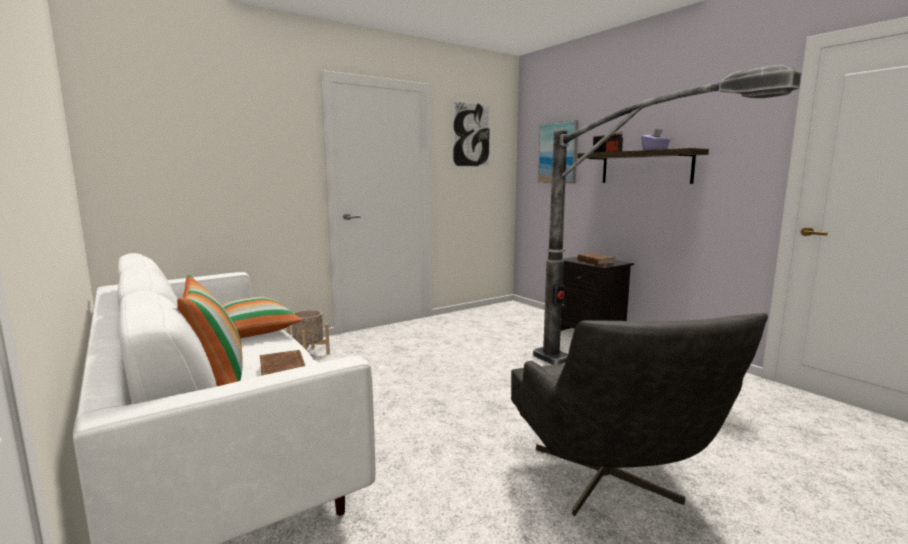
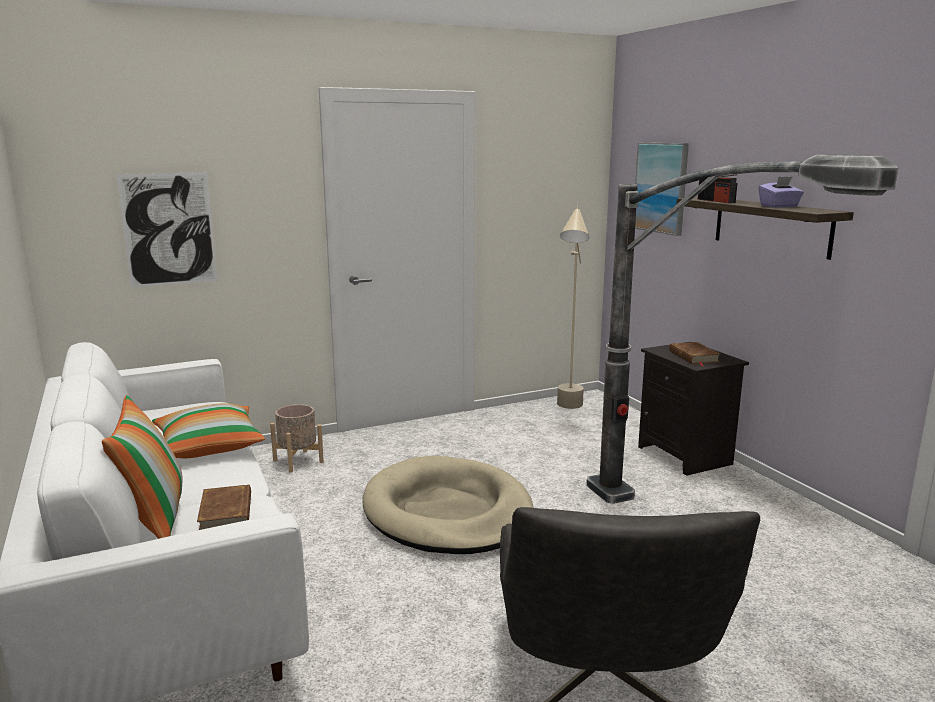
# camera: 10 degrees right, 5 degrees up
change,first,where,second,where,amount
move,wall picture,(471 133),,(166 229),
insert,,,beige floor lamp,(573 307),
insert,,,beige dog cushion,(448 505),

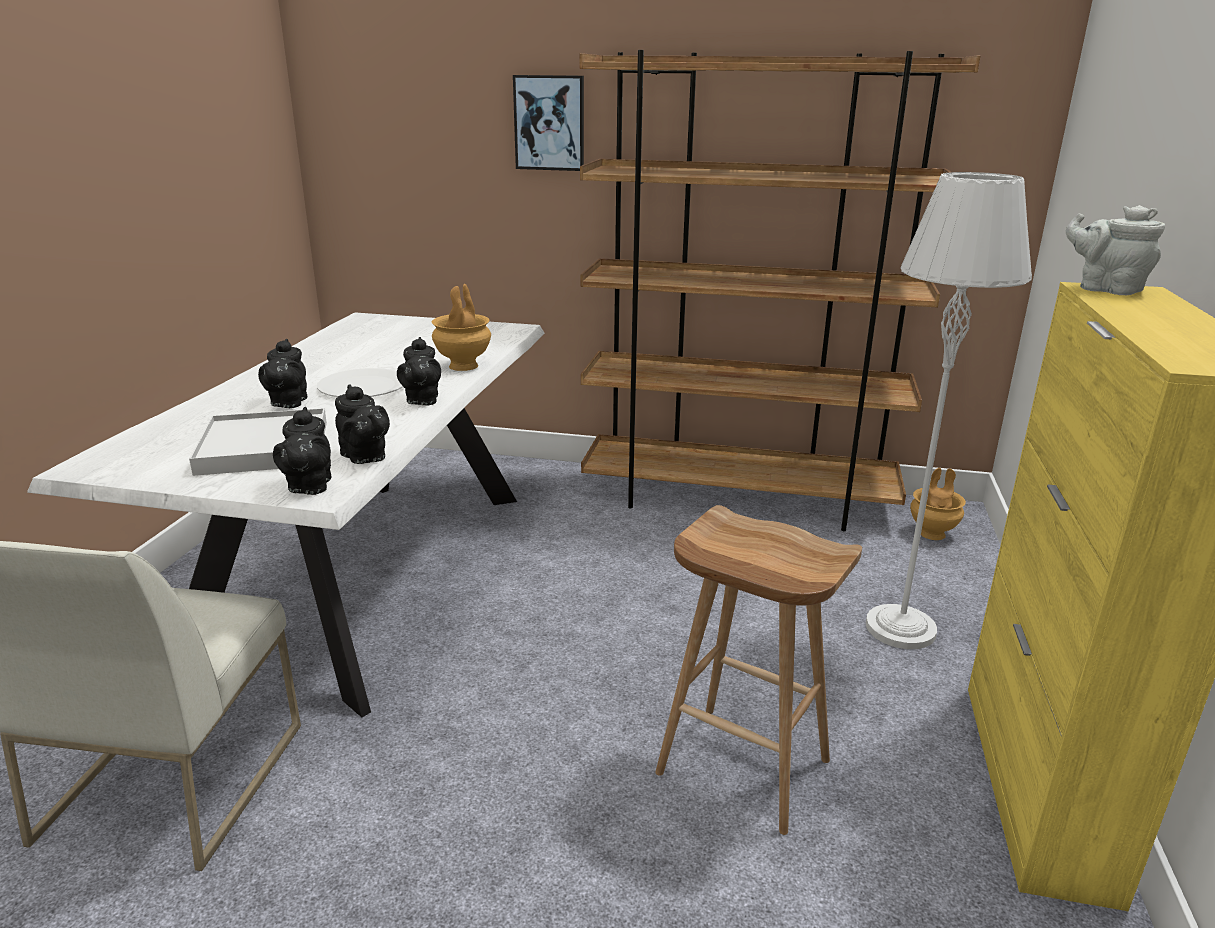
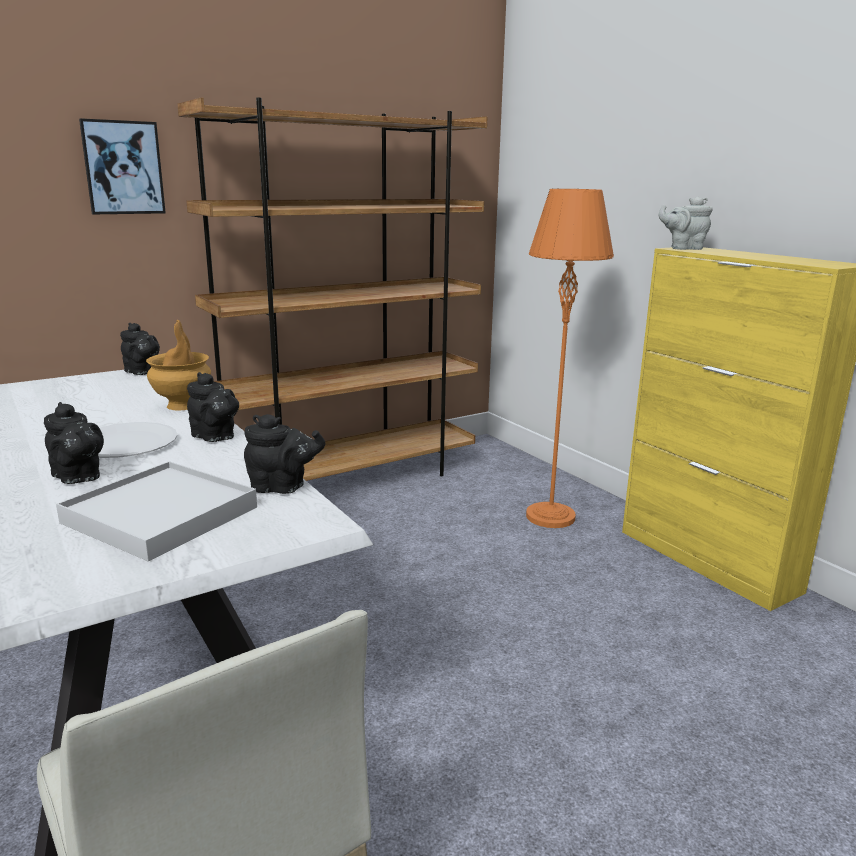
# camera: 45 degrees left, 5 degrees down
change,first,where,second,where,amount
recolor,grey floor lamp,(949 410),orange floor lamp,(570 358),
move,black-coloured tea pot,(302 451),,(140 349),
delete,brown-coloured vase,(938 504),,,
delete,brown-coloured stool seat,(758 670),,,

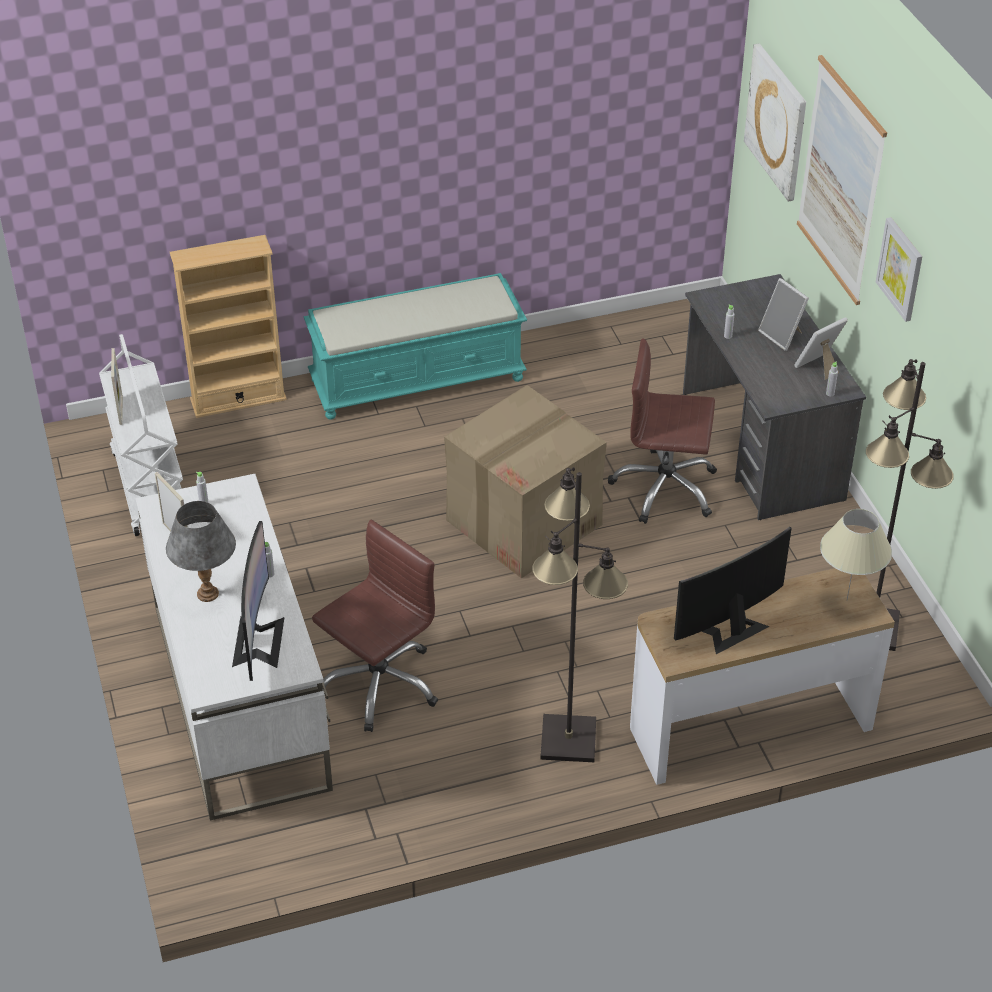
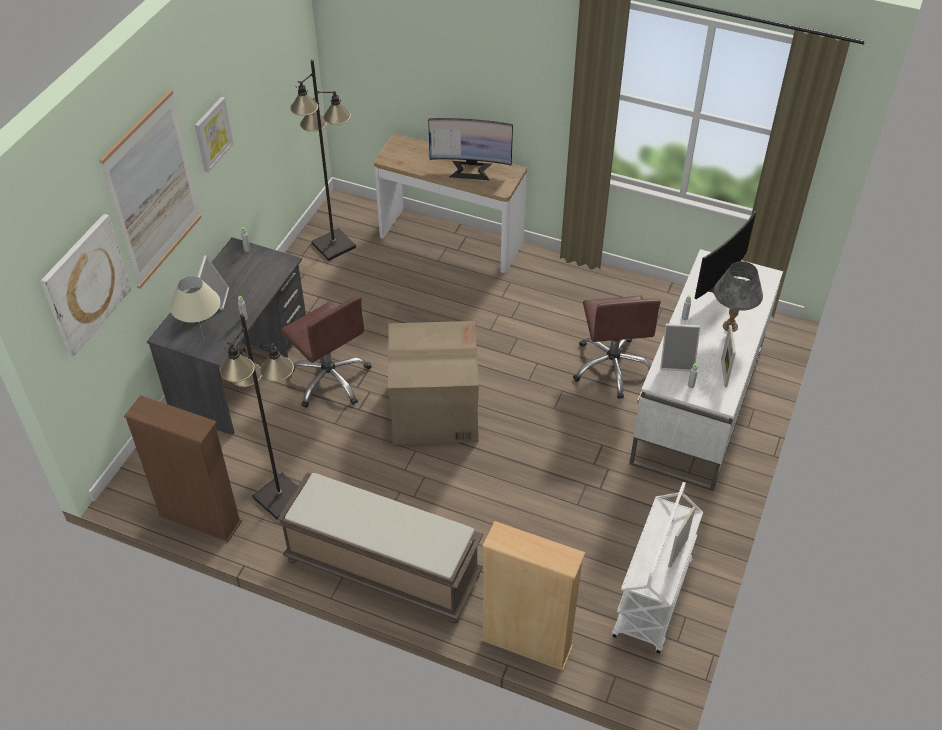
# camera: 140 degrees left, 5 degrees up
change,first,where,second,where,amount
recolor,turquoise indoor bench,(415 346),brown-coloured indoor bench,(379 548),
move,picture frame,(821 348),,(680 348),
move,black-coloured floor lamp,(580 614),,(259 416),
move,beige table lamp,(856 554),,(195 307),
rotate,brown-coloured office chair,(375 626),,(617 347),90 degrees counterclockwise
insert,,,brown-coloured shelving unit,(183 468),

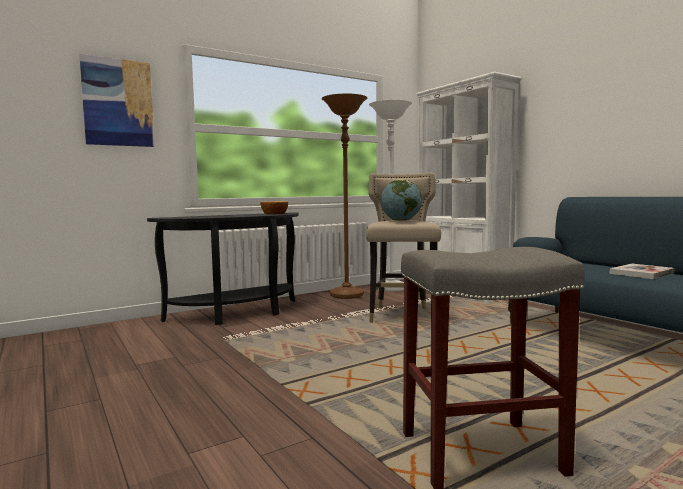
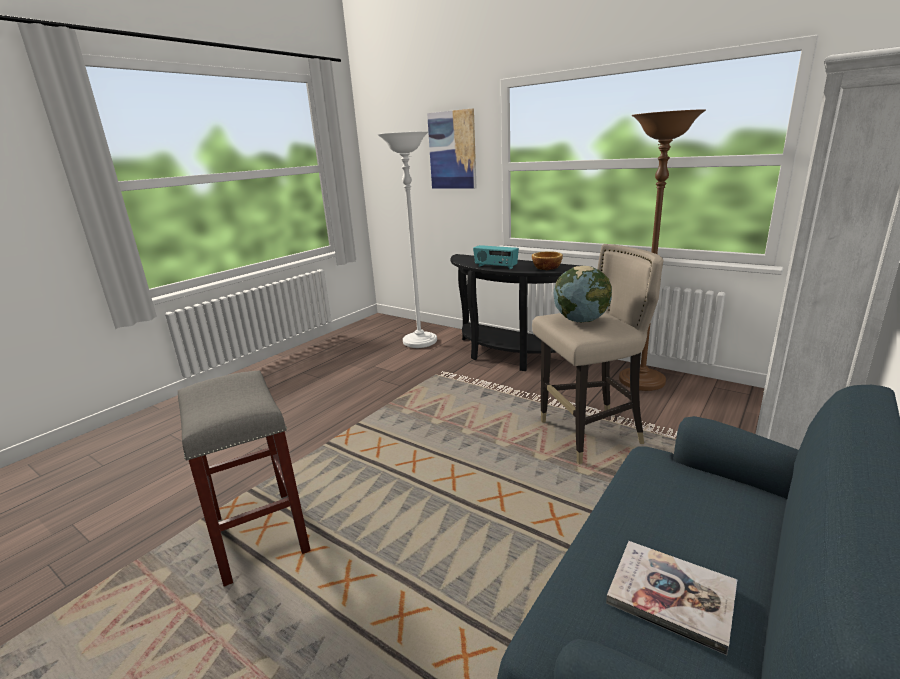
# camera: 70 degrees right, 15 degrees up
change,first,where,second,where,amount
move,white-coloured floor lamp,(390 195),,(407 239),
insert,,,radio set,(496 257),

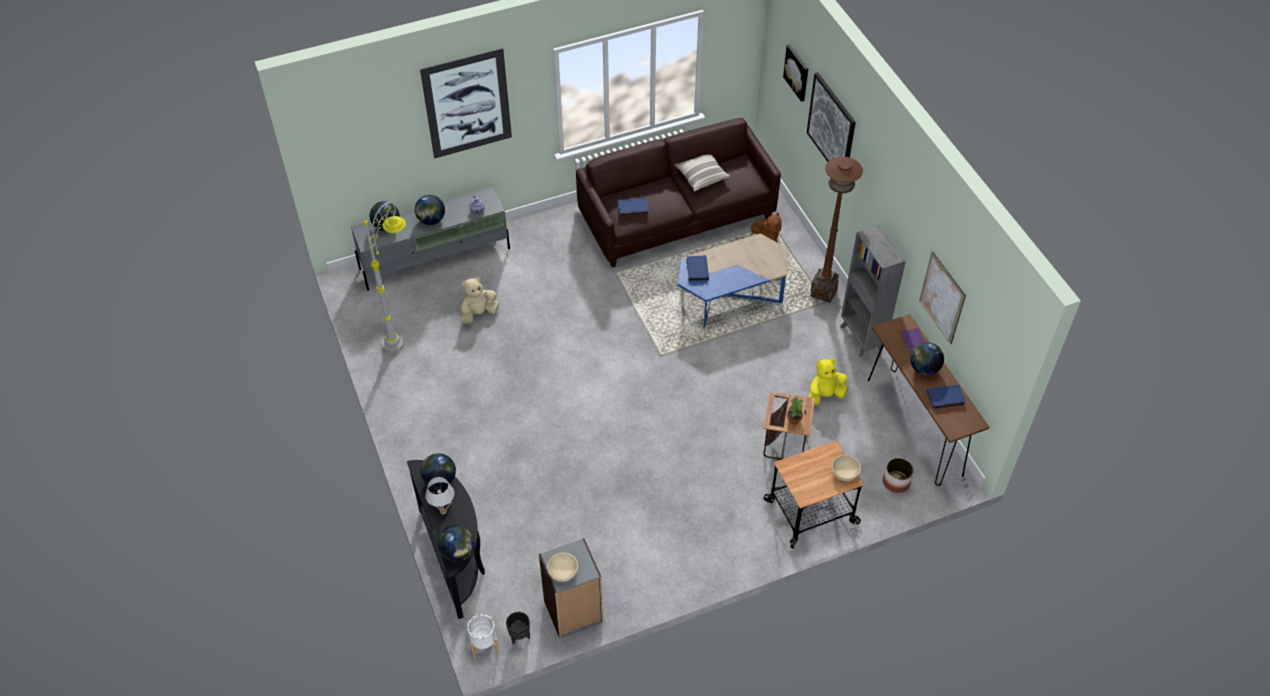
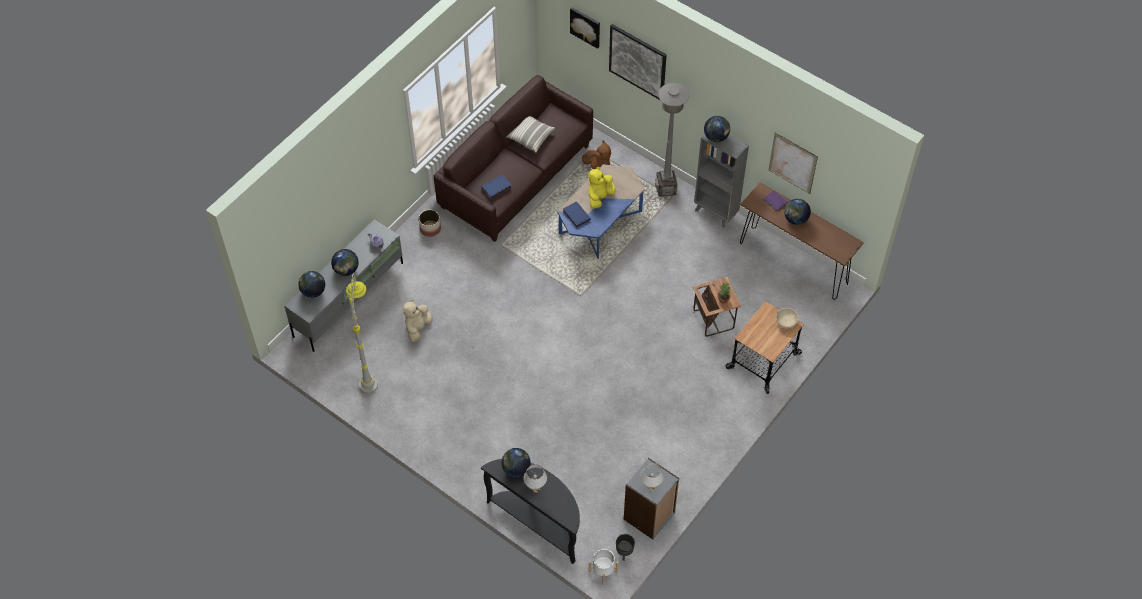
# camera: 30 degrees left, 5 degrees up
change,first,where,second,where,amount
delete,wall picture,(466 103),,,
recolor,brown-coloured floor lamp,(837 229),grey floor lamp,(672 140),
move,yellowish plush toy,(828 382),,(601 188),
delete,blue-coloured book,(946 397),,,
move,flower pot,(898 475),,(430 223),
move,world globe,(456 543),,(717 129),
replace,beige deep dish,(562 567),white-coloured table lamp,(652 477),

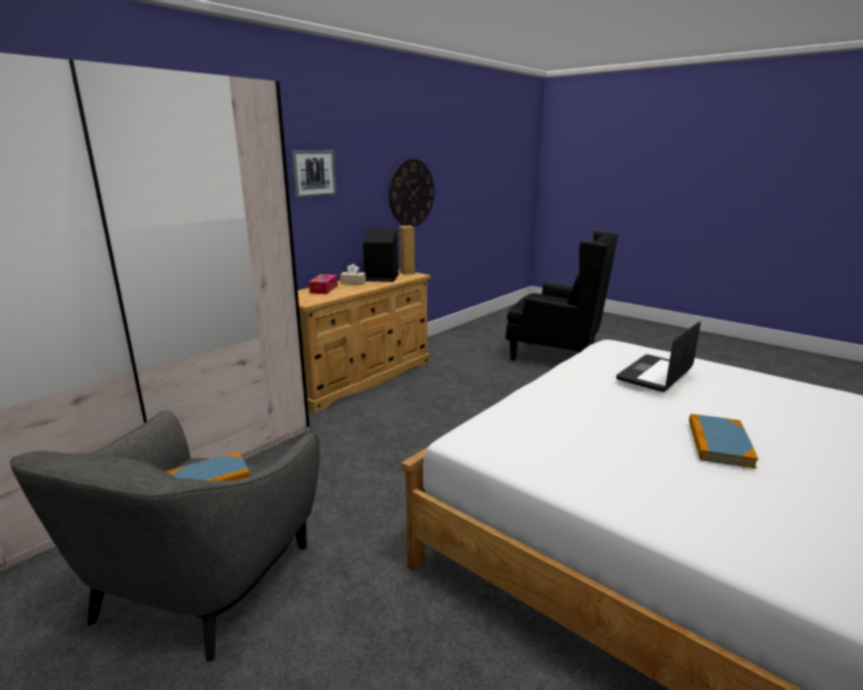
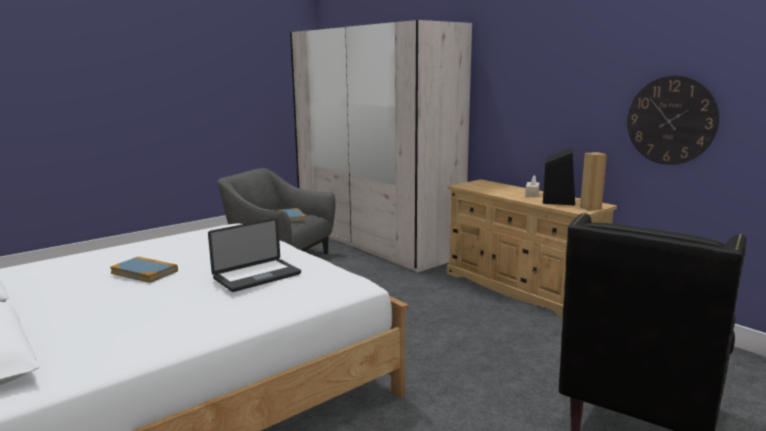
# camera: 100 degrees right, 5 degrees down
change,first,where,second,where,amount
delete,wall picture,(314 174),,,
delete,box of tissues,(323 284),,,
rotate,notebook computer,(658 356),,(254 255),90 degrees clockwise

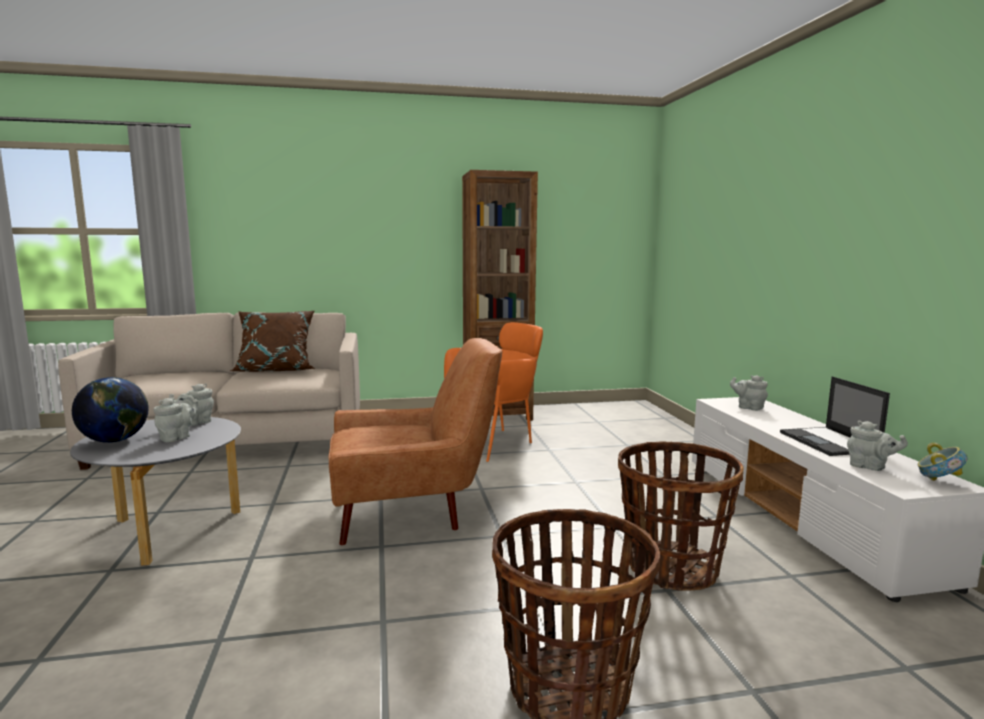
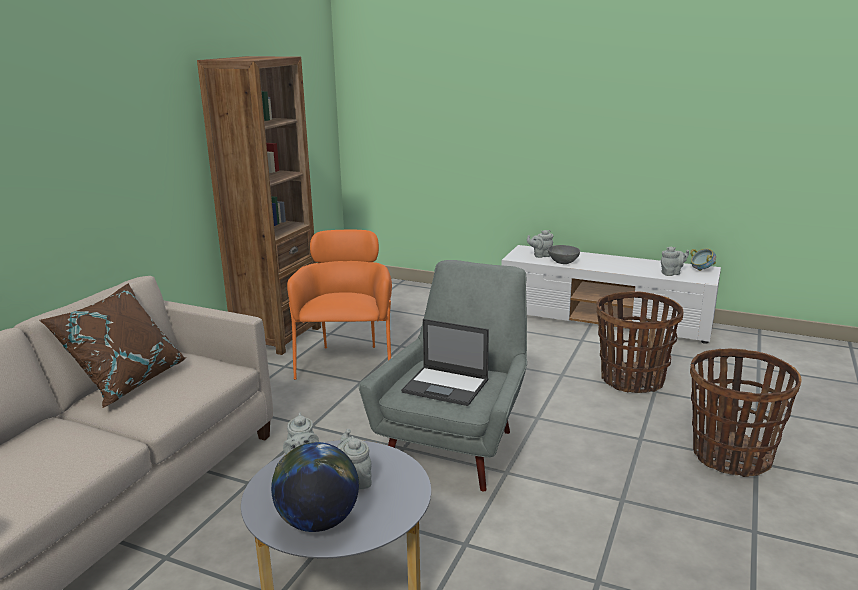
# camera: 55 degrees left, 10 degrees up
change,first,where,second,where,amount
recolor,brown-coloured lounge chair,(415 441),grey lounge chair,(442 376),
move,notebook computer,(835 416),,(445 362),
insert,,,grey deep dish,(564 254),

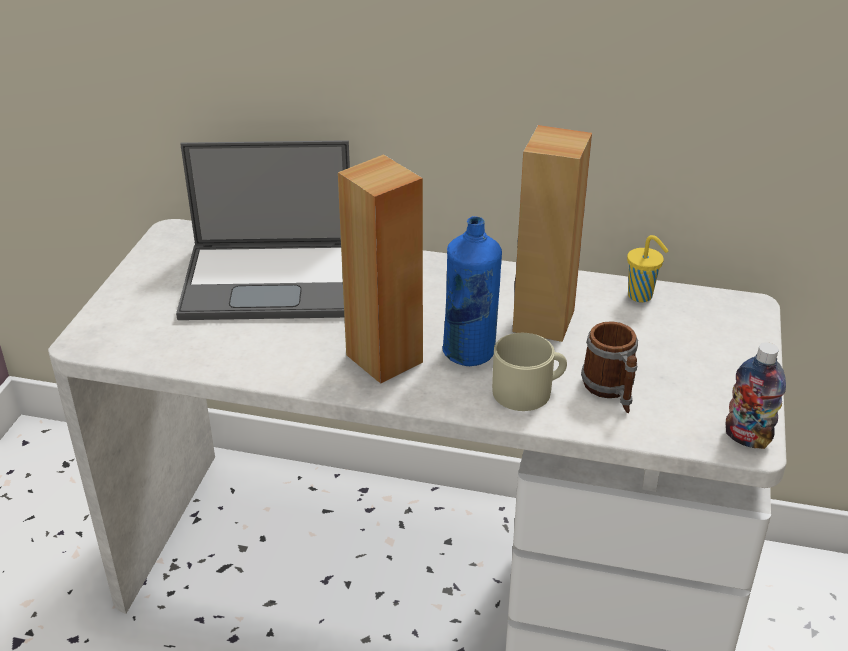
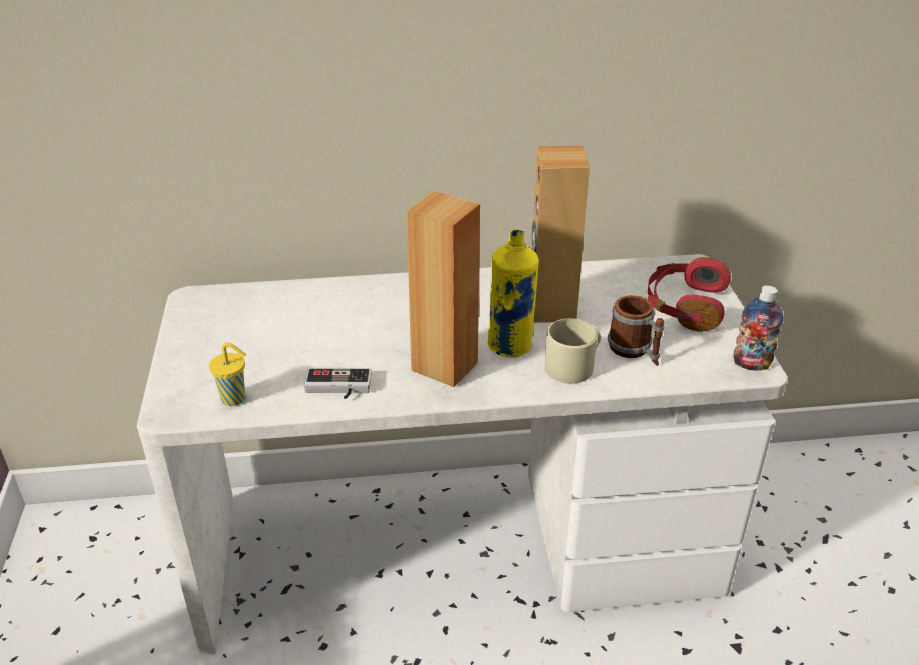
# camera: 20 degrees left, 0 degrees up
change,first,where,second,where,amount
delete,notebook computer,(263 230),,,
recolor,blue-coloured drink bottle,(472 291),yellowish drink bottle,(513 293),
move,yellowish small cup,(647 268),,(227 374),
insert,,,reddish headphones,(689 294),
insert,,,joypad,(338 383),

